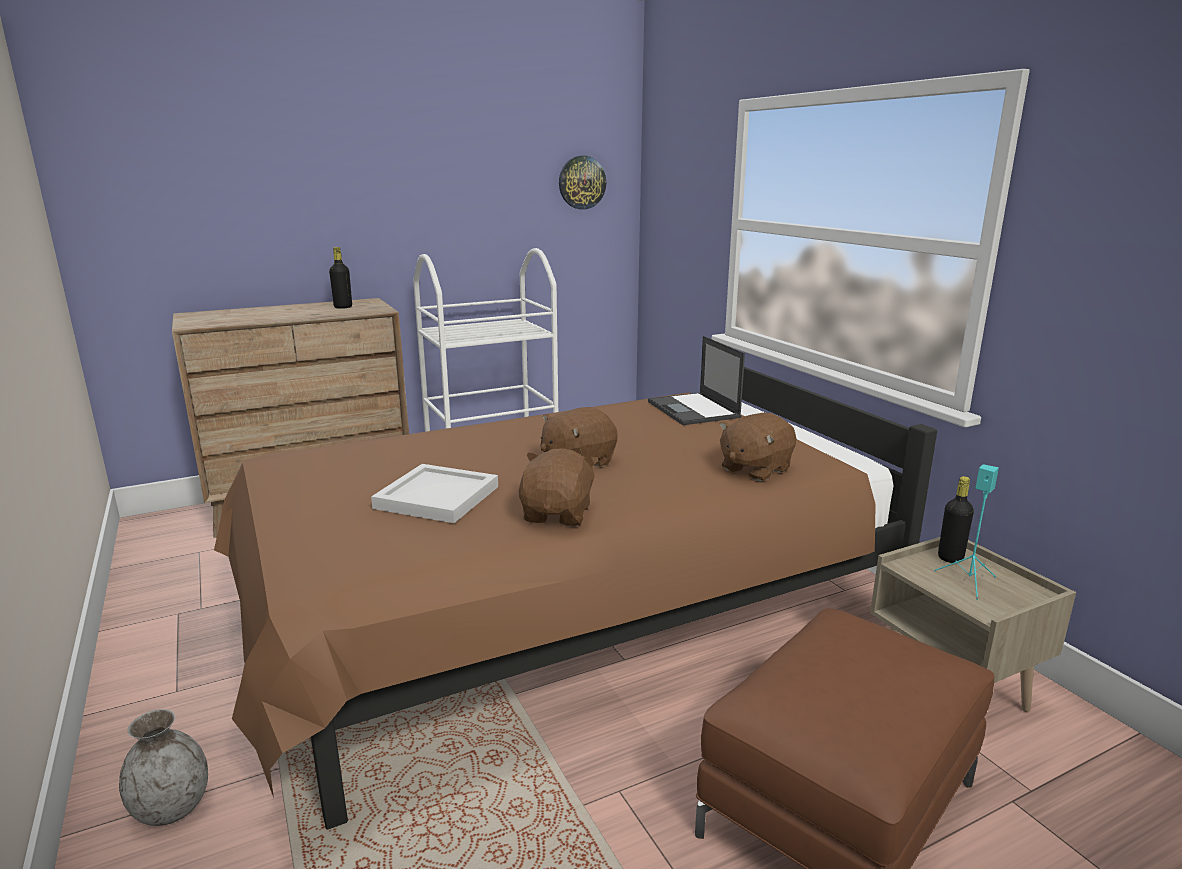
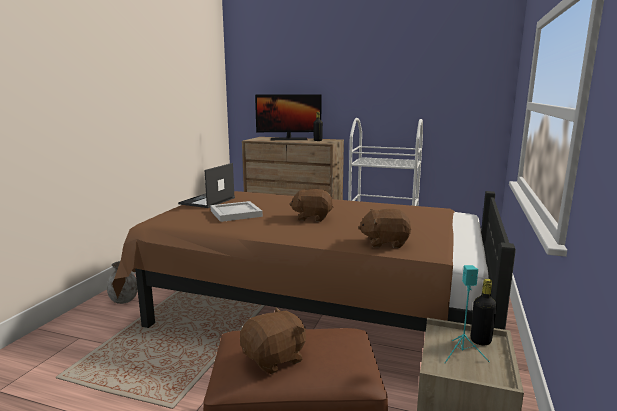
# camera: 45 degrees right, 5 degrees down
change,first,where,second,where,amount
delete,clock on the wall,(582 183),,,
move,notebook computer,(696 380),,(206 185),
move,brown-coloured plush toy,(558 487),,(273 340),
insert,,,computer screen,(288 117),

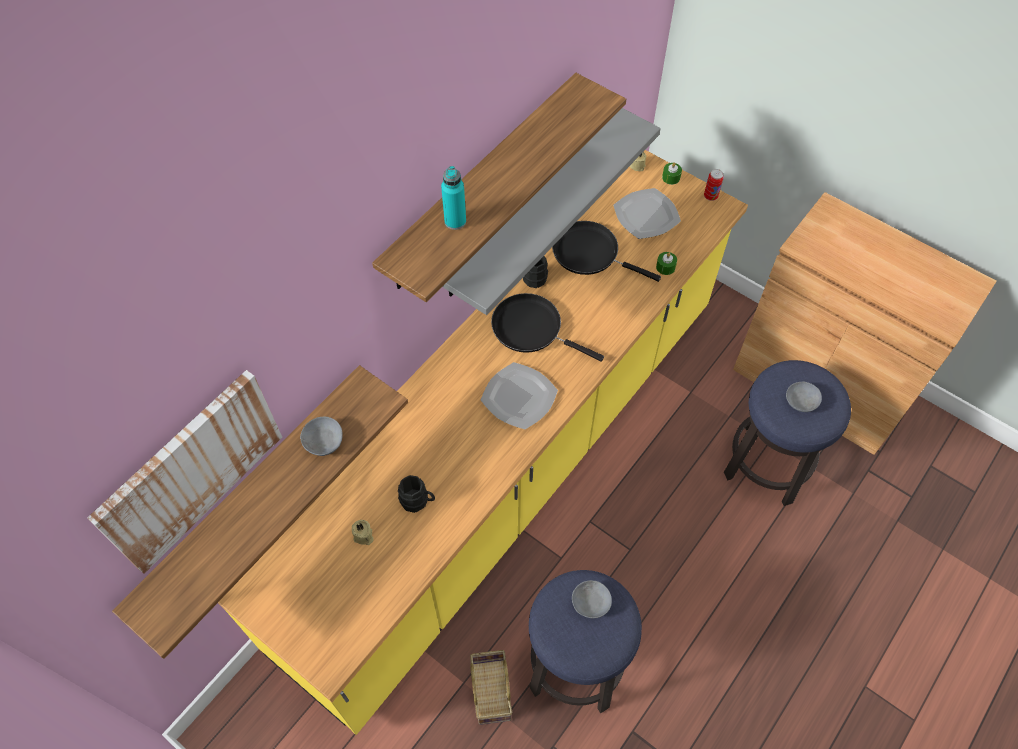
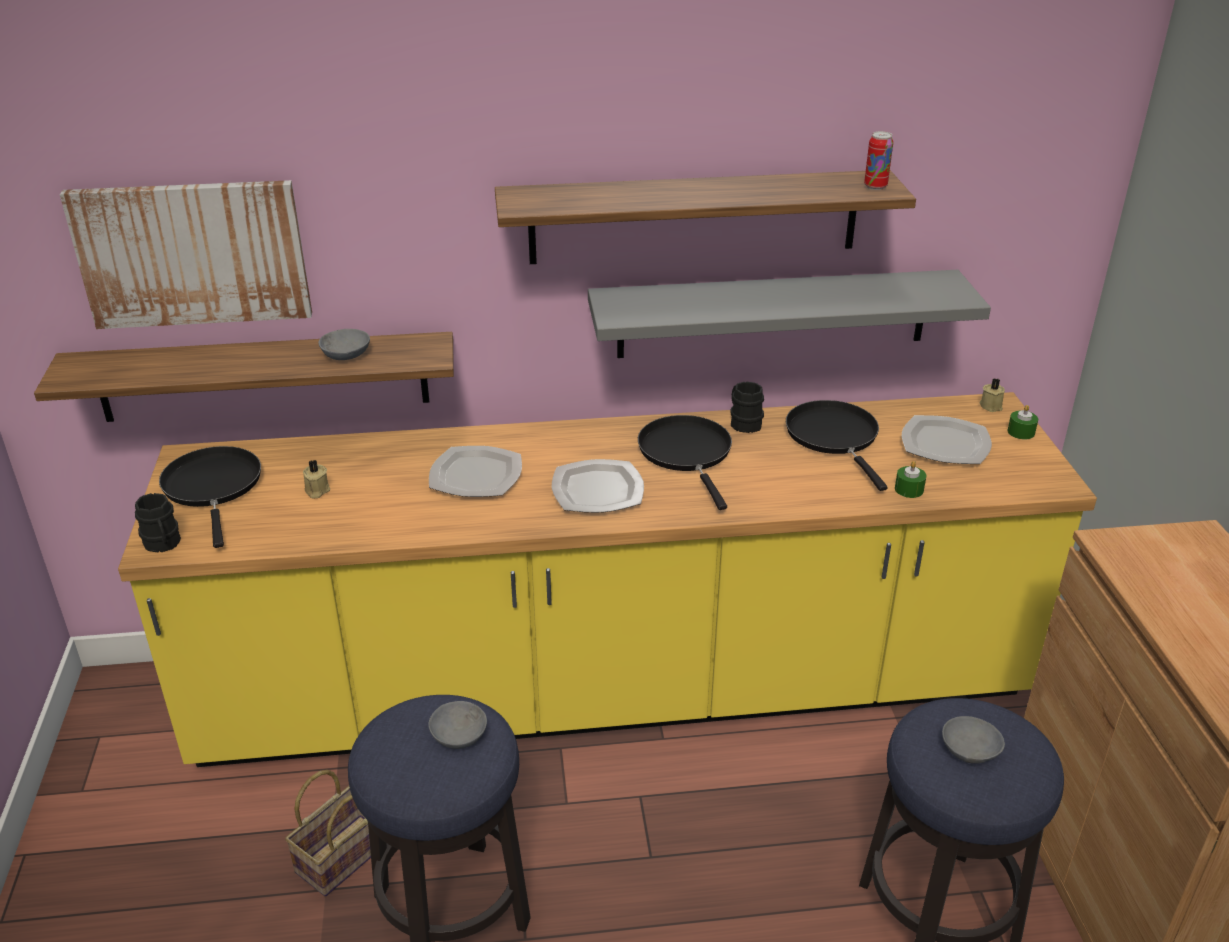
# camera: 45 degrees right, 25 degrees down
change,first,where,second,where,amount
delete,turquoise drink bottle,(453 198),,,
move,metal can,(714 185),,(878 160),
move,black-coloured tea mug,(416 494),,(158 522),
insert,,,black-coloured frying pan,(210 497),
insert,,,dinner plate,(475 471),

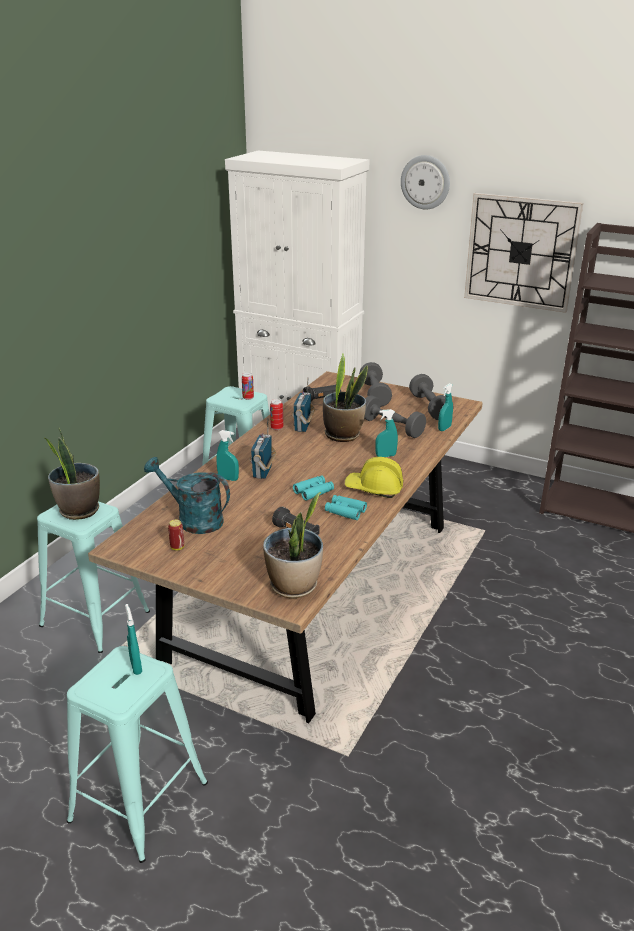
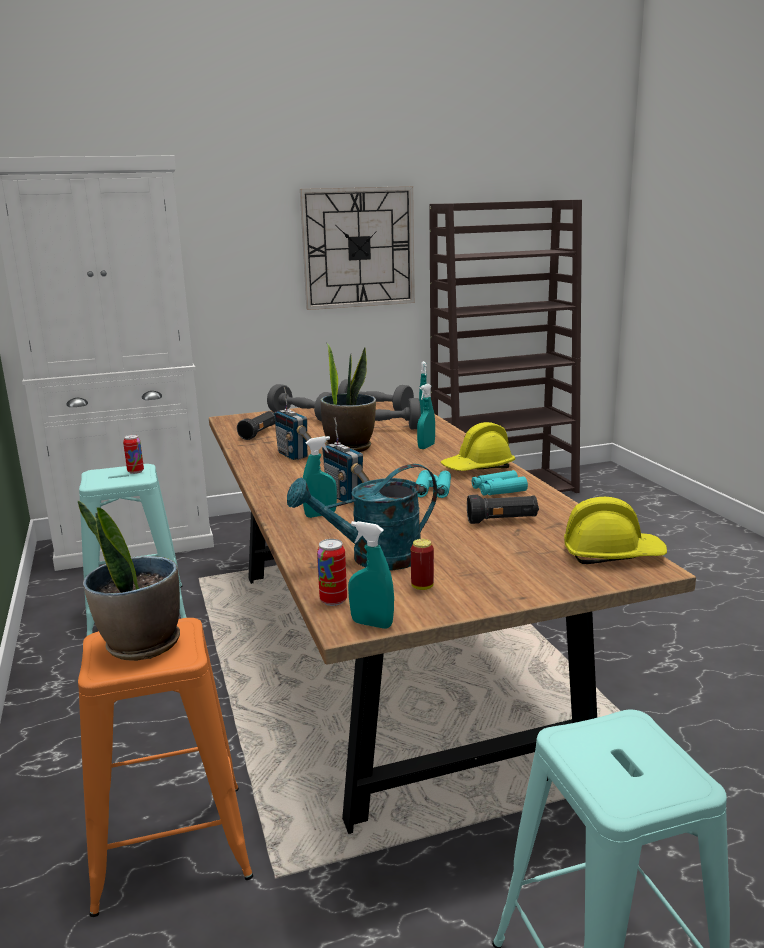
# camera: 45 degrees left, 10 degrees down
change,first,where,second,where,amount
delete,clock on the wall,(425 182),,,
move,metal can,(276 414),,(332 572),
replace,potted plant,(293 545),yellowish work helmet,(615 530),
recolor,turquoise stool seat,(93 577),orange stool seat,(165 767),
move,turquoise sprayer,(133 639),,(371 575),

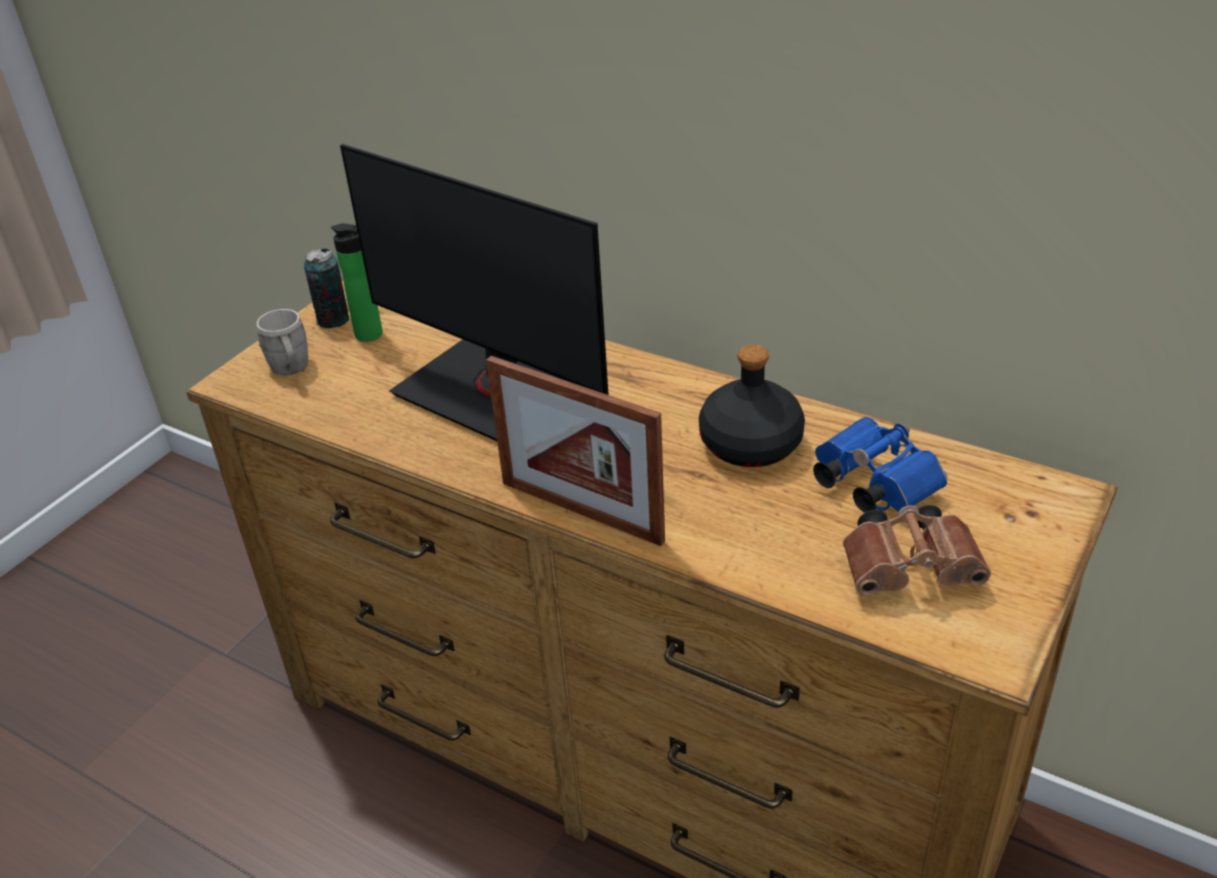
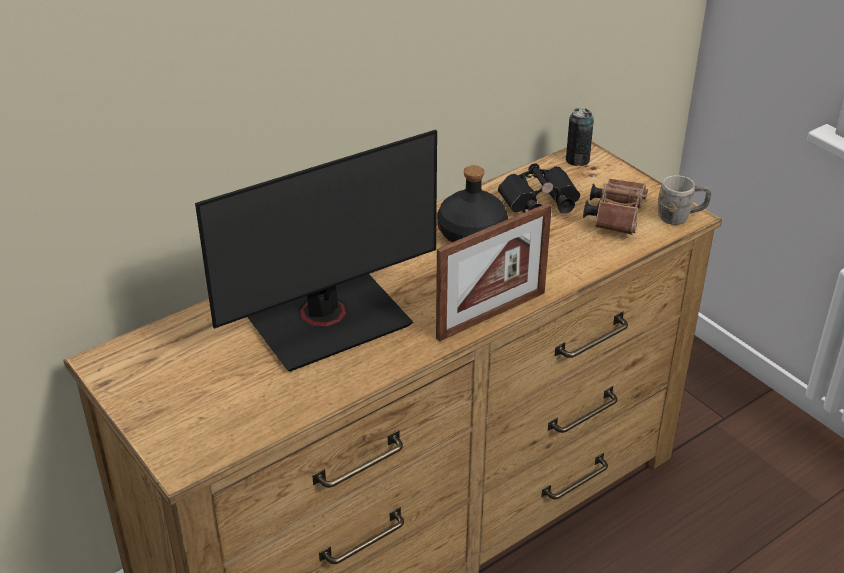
# camera: 70 degrees left, 0 degrees up
change,first,where,second,where,amount
delete,drink bottle,(357 282),,,
move,metal can,(326 288),,(580 137),
move,grey tea mug,(282 342),,(684 200),
recolor,blue-coloured field glasses,(880 464),black-coloured field glasses,(539 188),

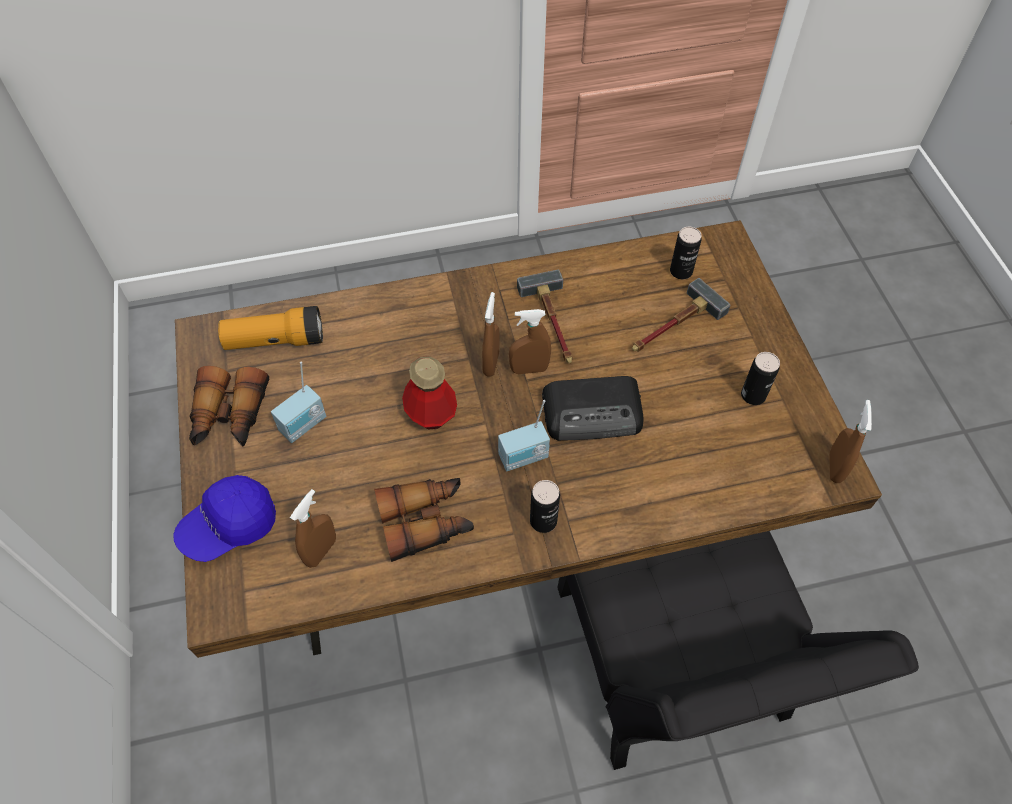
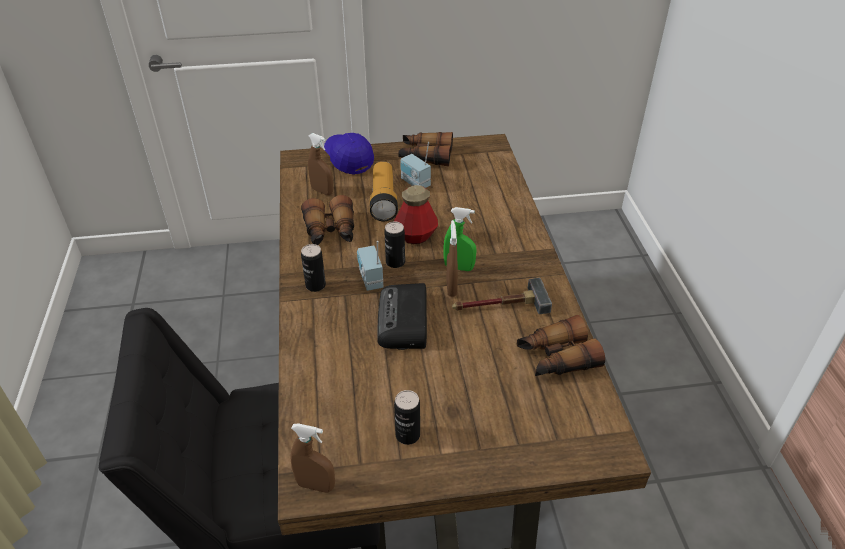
# camera: 95 degrees right, 15 degrees down
change,first,where,second,where,amount
move,metal can,(686 253),,(394 245),
delete,hammer,(681 315),,,
recolor,brown-coloured sprayer,(491 334),green sprayer,(460 239),
move,flashlight,(270 328),,(384 191),
insert,,,field glasses,(561 345),

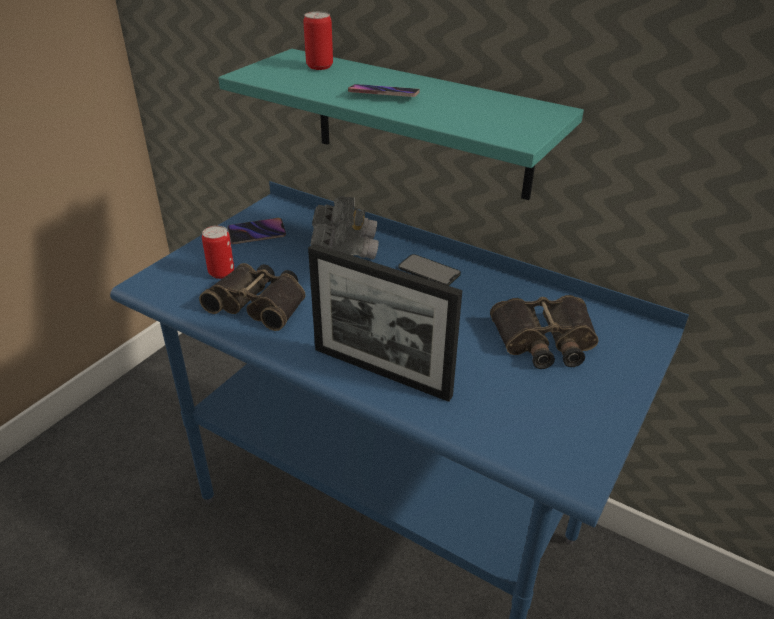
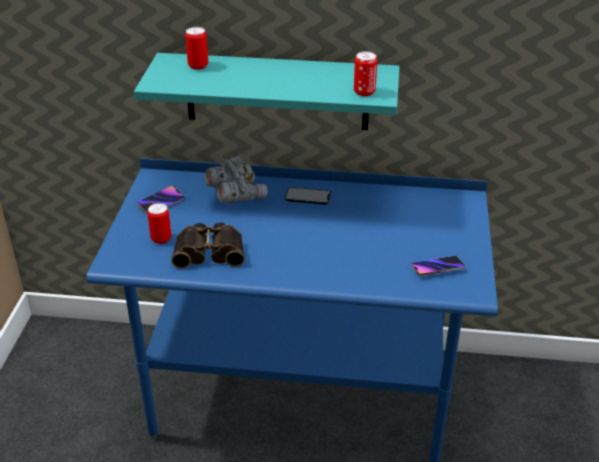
# camera: 25 degrees left, 0 degrees up
change,first,where,second,where,amount
move,handset,(384 90),,(438 266),
delete,picture frame,(385 322),,,
delete,field glasses,(544 332),,,
insert,,,metal can,(365 73),

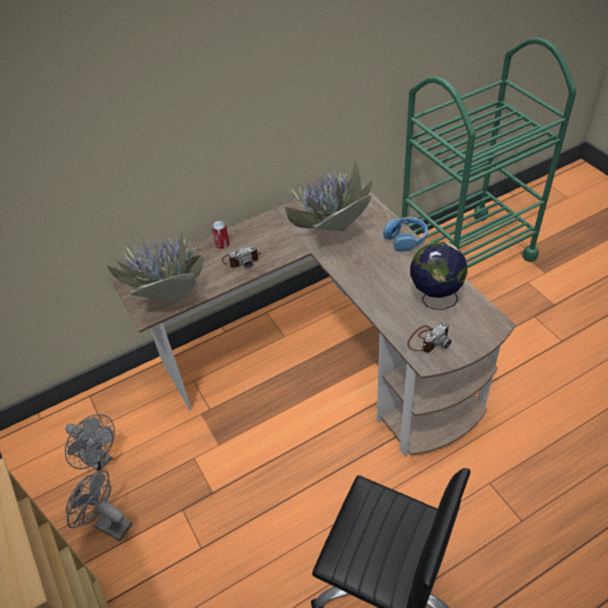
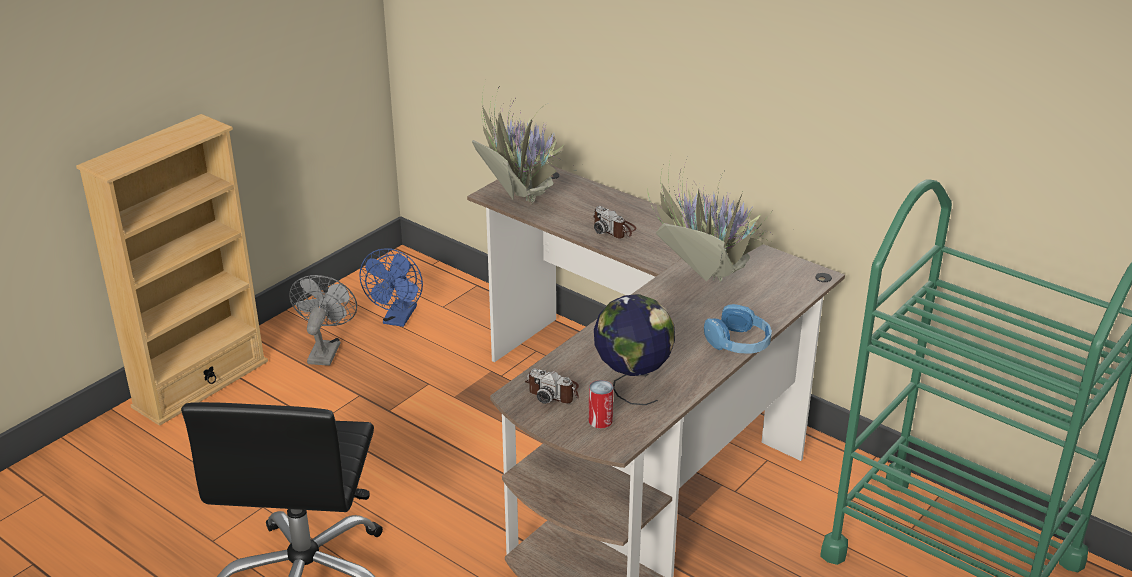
# camera: 65 degrees right, 15 degrees down
change,first,where,second,where,amount
move,metal can,(221 235),,(601 404),
recolor,grey fan,(90 443),blue-coloured fan,(391 287),

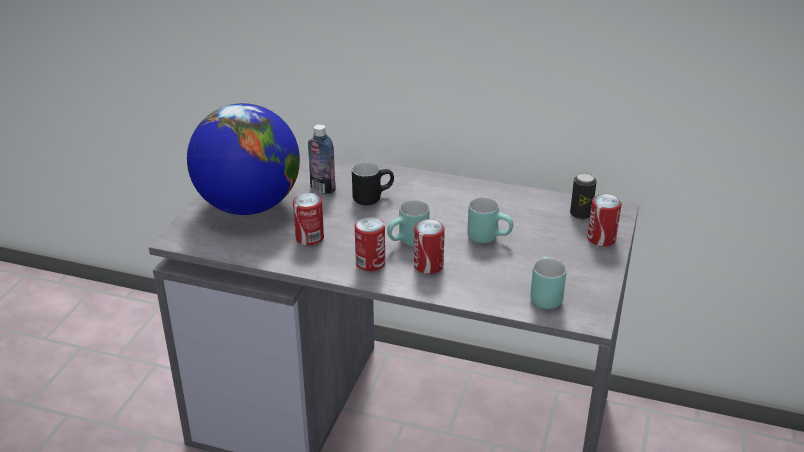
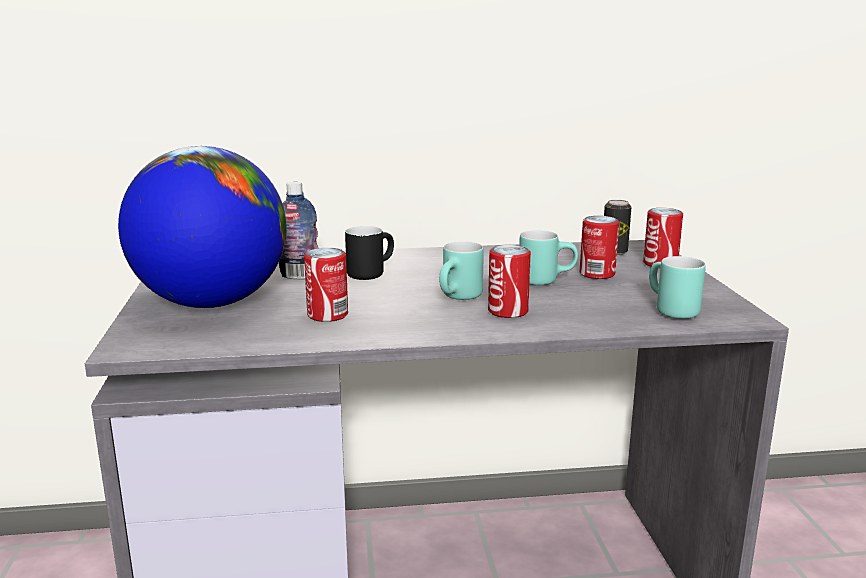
# camera: 25 degrees left, 15 degrees down
change,first,where,second,where,amount
move,metal can,(370 244),,(599 247),

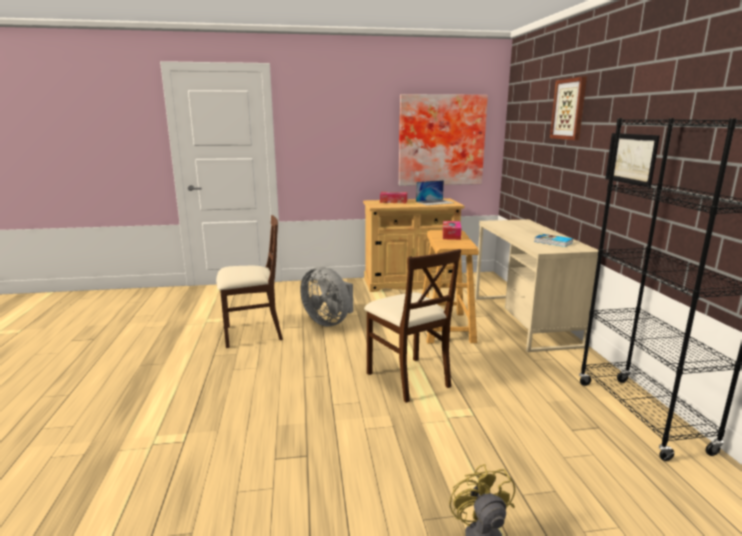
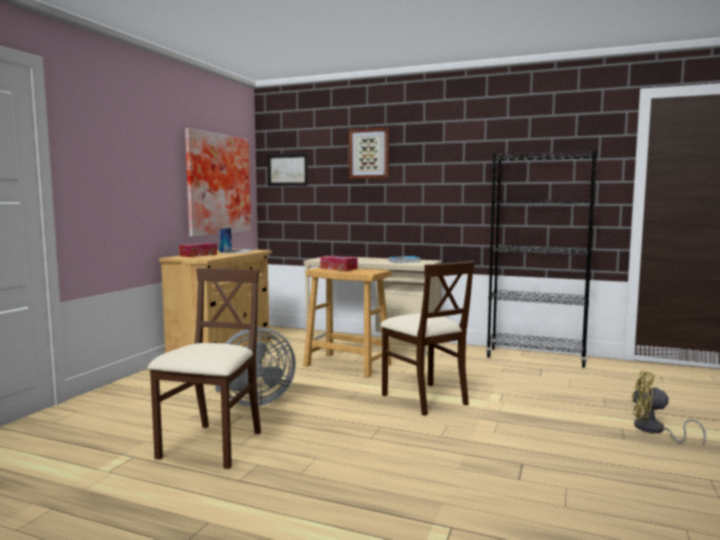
# camera: 60 degrees left, 10 degrees down
change,first,where,second,where,amount
move,wall picture,(632 160),,(287 169),
rotate,beige chair,(412 326),,(427 338),60 degrees clockwise

